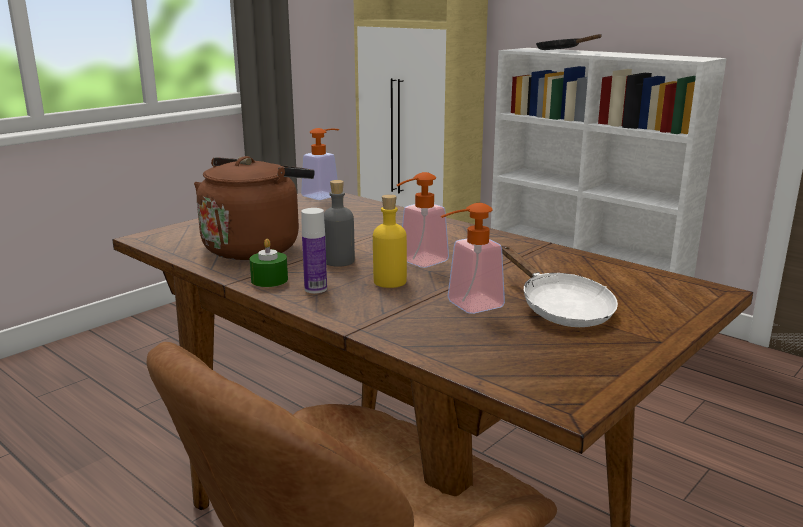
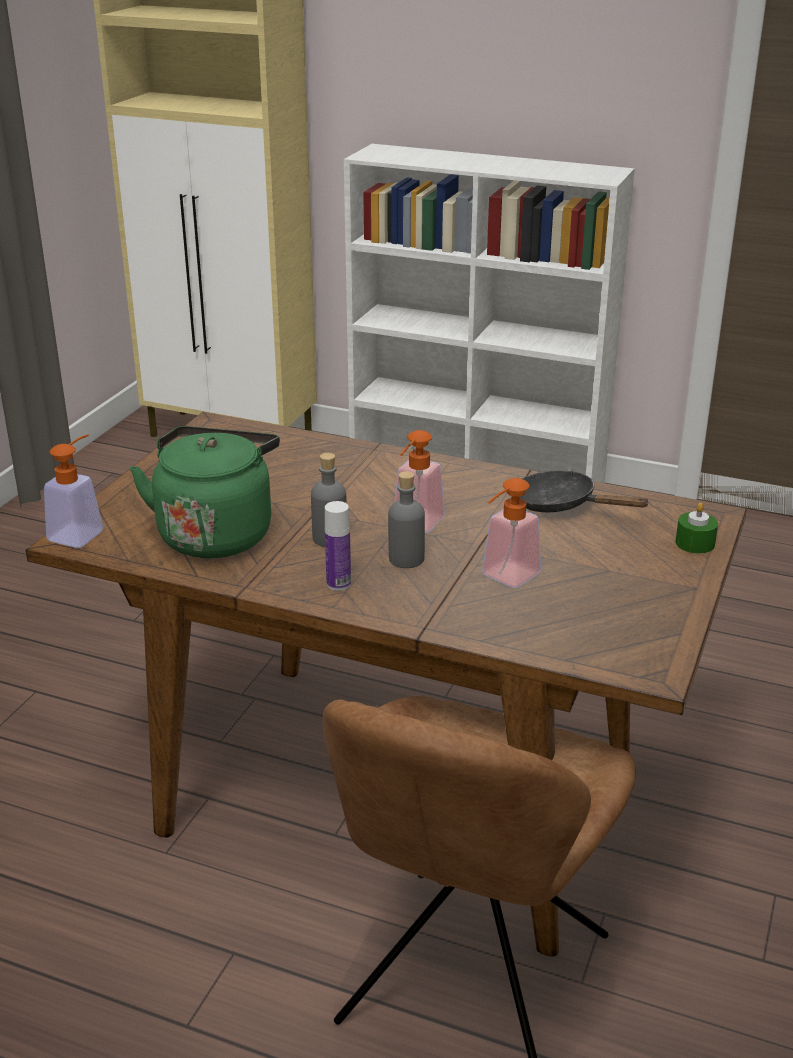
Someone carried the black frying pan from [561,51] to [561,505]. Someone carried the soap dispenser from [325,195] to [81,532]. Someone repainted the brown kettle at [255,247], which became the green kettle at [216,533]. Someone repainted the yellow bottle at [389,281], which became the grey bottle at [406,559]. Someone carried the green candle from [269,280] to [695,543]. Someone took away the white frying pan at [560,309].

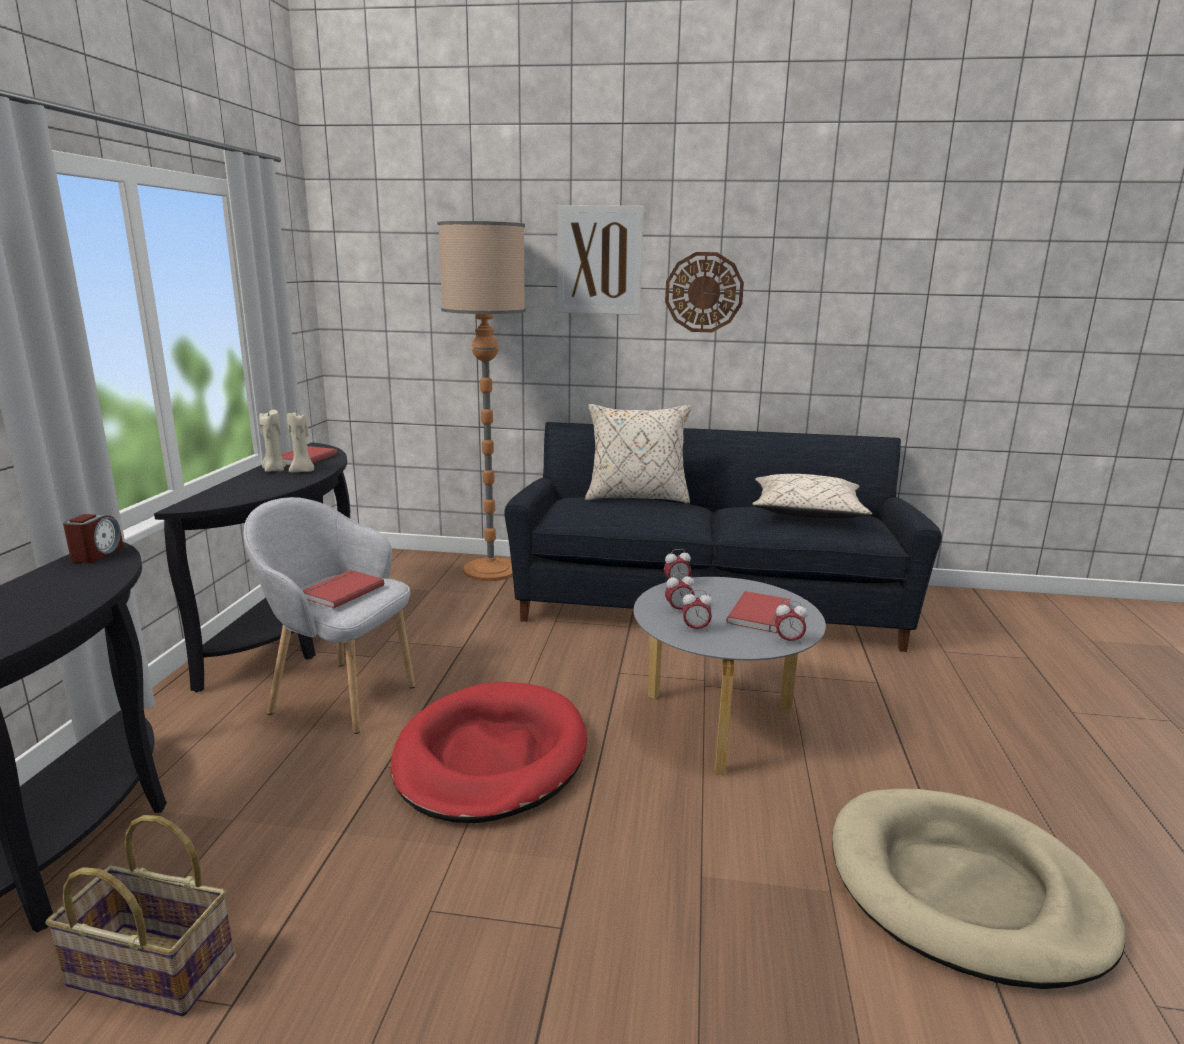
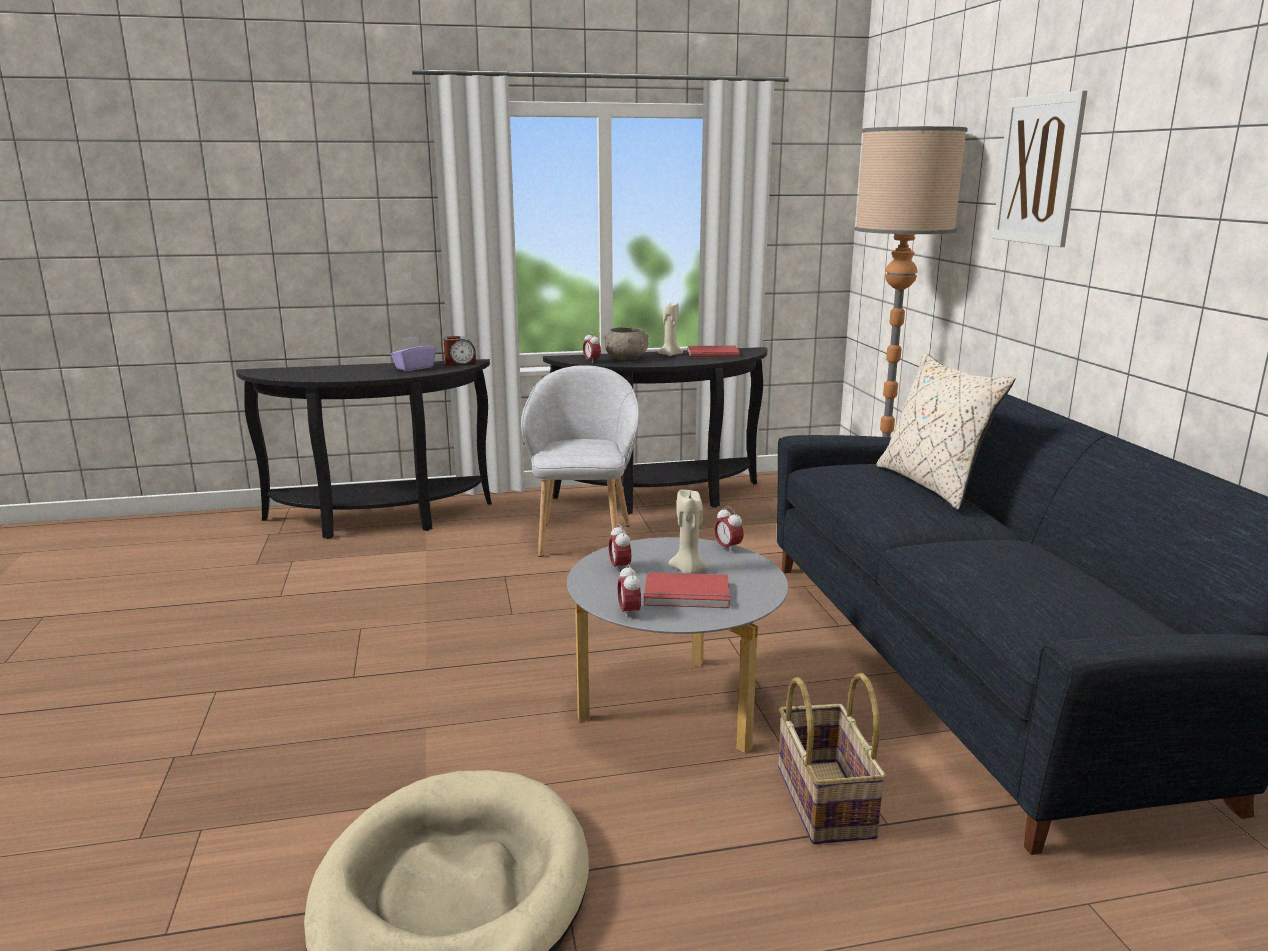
Someone took away the wall clock at [704,292]. Someone carried the beige candle from [303,471] to [688,570]. Someone took away the beige pillow at [806,512]. Someone took away the red book at [341,591]. Someone carried the alarm clock from [678,610] to [591,361]. Someone took away the red dog bed at [490,757]. Someone carried the basket from [149,972] to [822,801]. Someone put down the grey bowl at [626,359]. Someone put down the purple tissue box at [414,368].

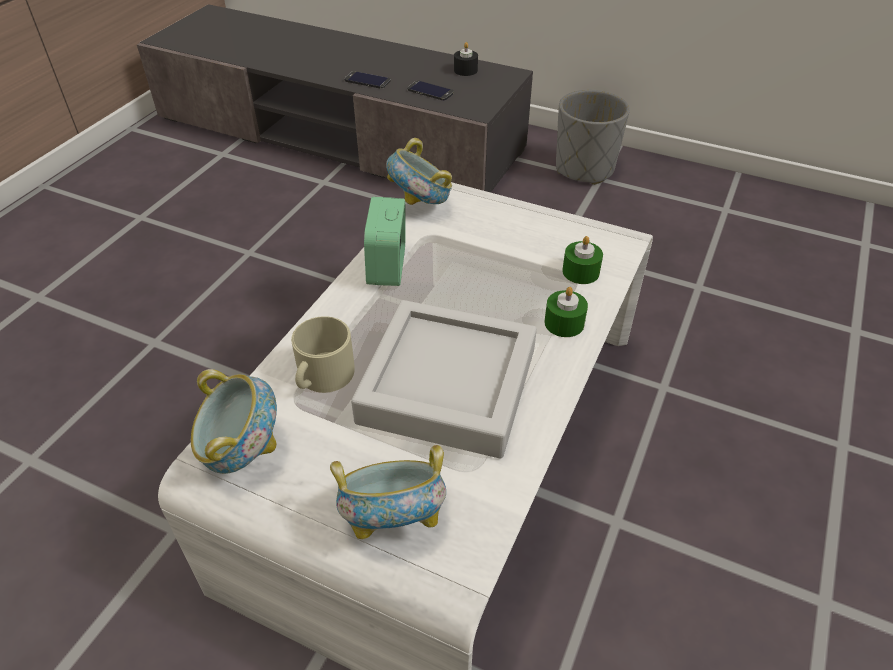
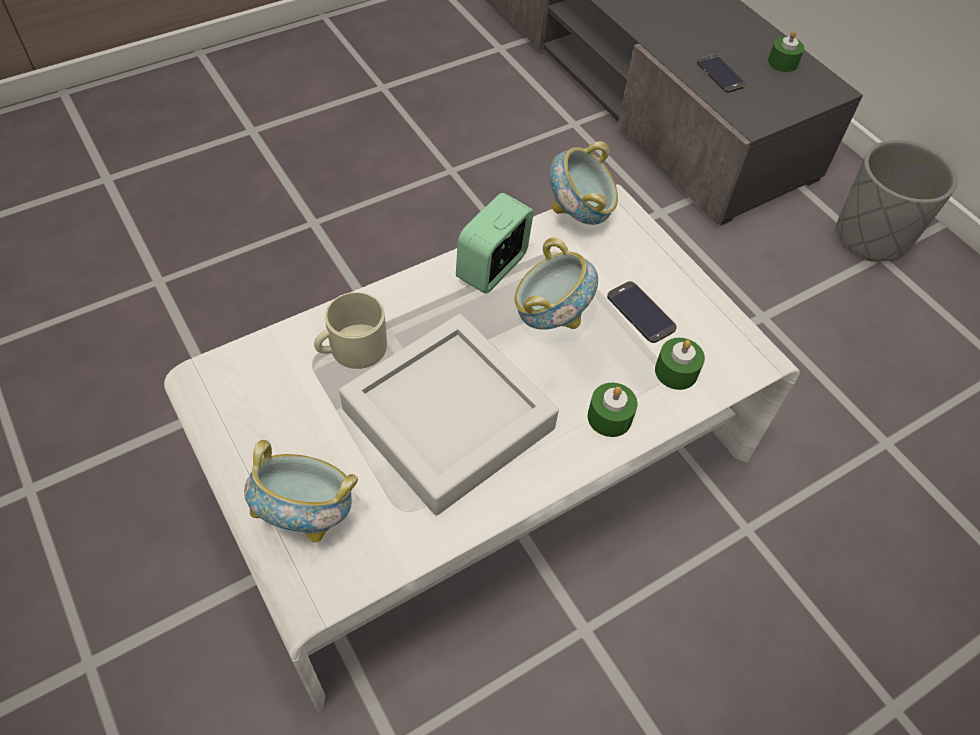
Someone repainted the black candle at [465,70], which became the green candle at [782,62]. Someone carried the phone from [367,80] to [641,312]. Someone carried the bowl from [242,451] to [550,316].

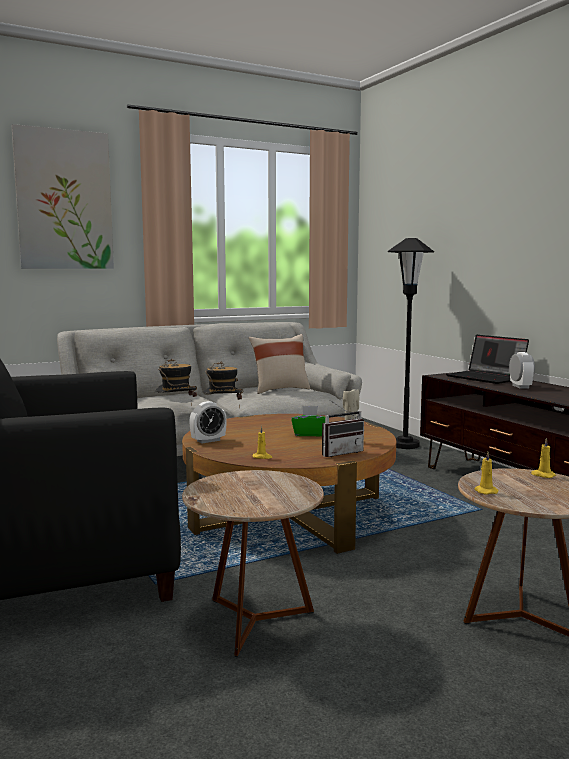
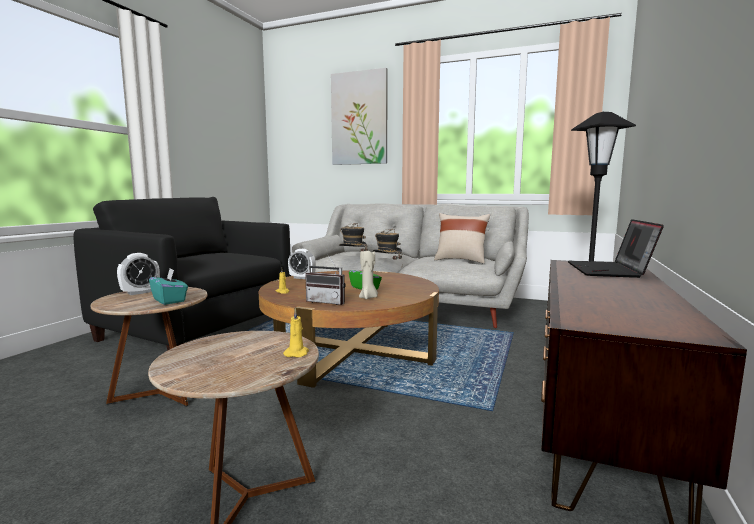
Someone carried the alarm clock from [520,386] to [140,292]. Someone took away the yellow candle at [485,491]. Someone put down the turquoise tissue box at [169,300].

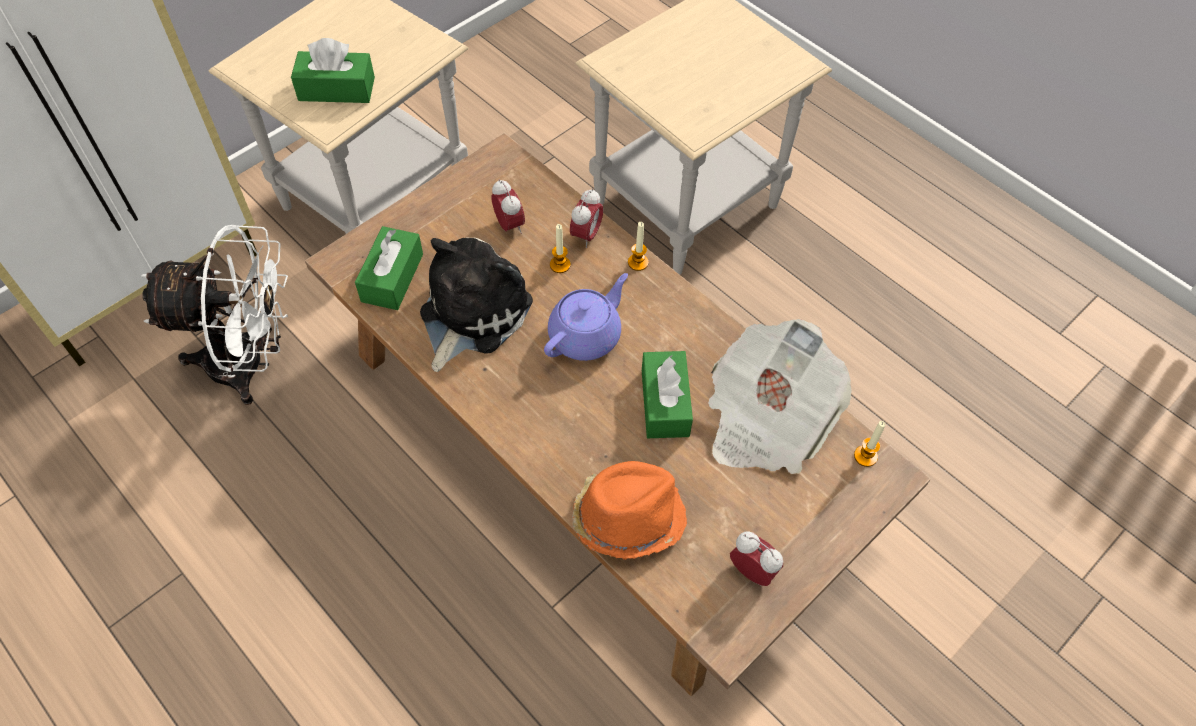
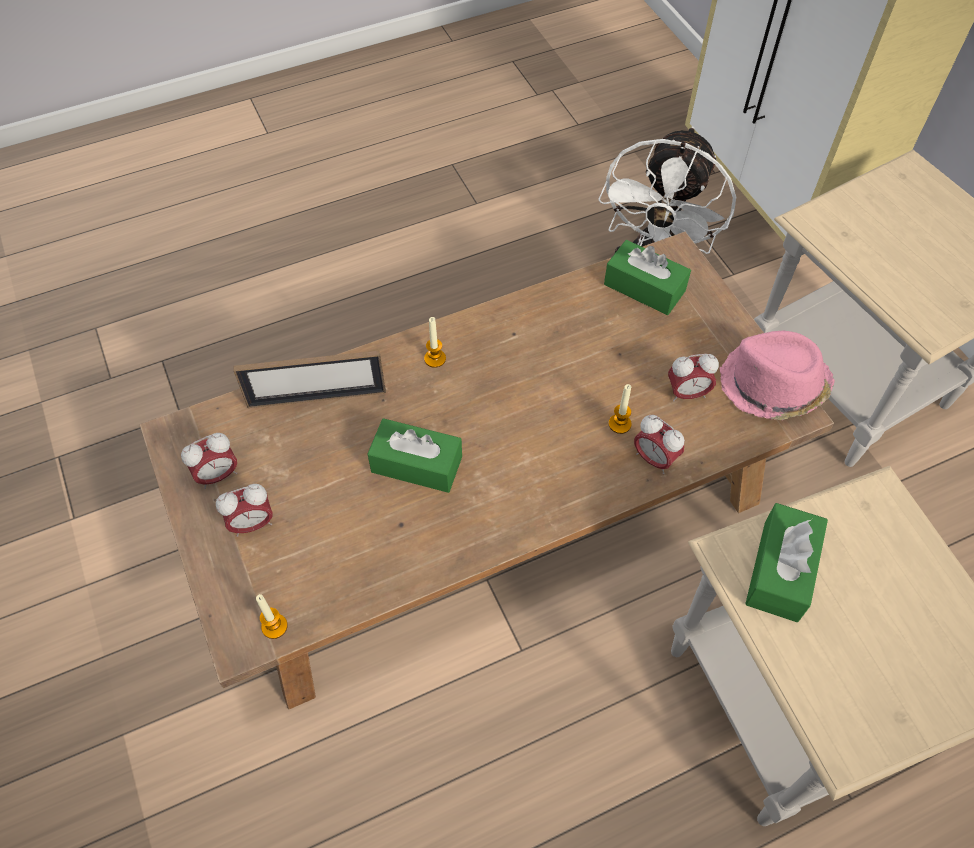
Someone carried the green tissue box from [336,89] to [780,570]. Someone carried the candle from [638,262] to [435,359]. Someone took away the plush toy at [471,313]. Someone took away the purple teapot at [586,335]. Someone took away the newspaper at [766,419]. Someone swapped the orange hat at [627,517] for the picture frame at [317,398]. Someone put down the pink hat at [772,386]. Someone put down the alarm clock at [252,524].

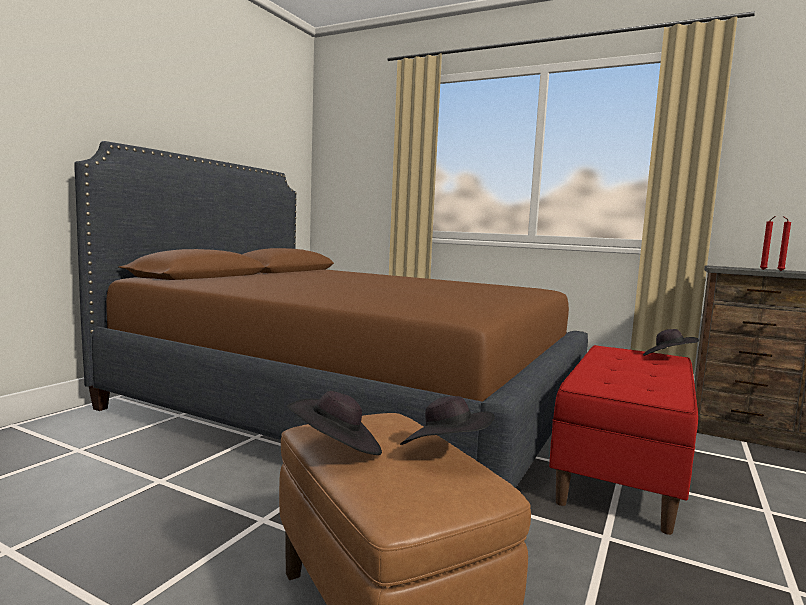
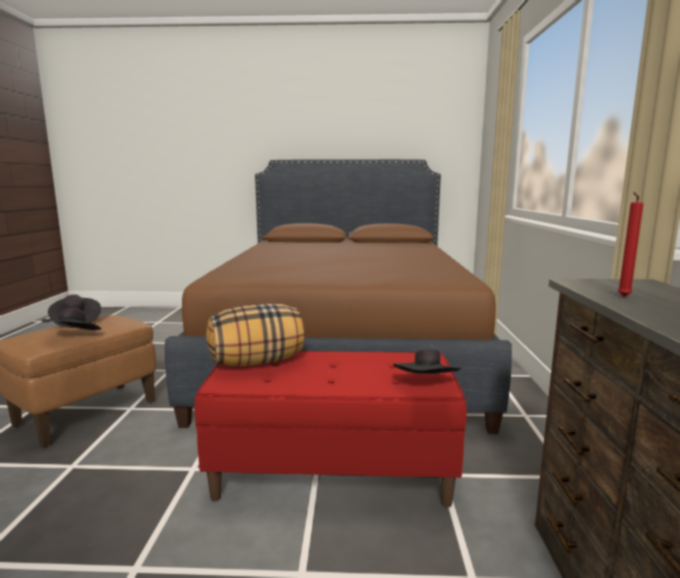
Someone took away the red candle at [779,271]. Someone put down the pillow at [257,362].

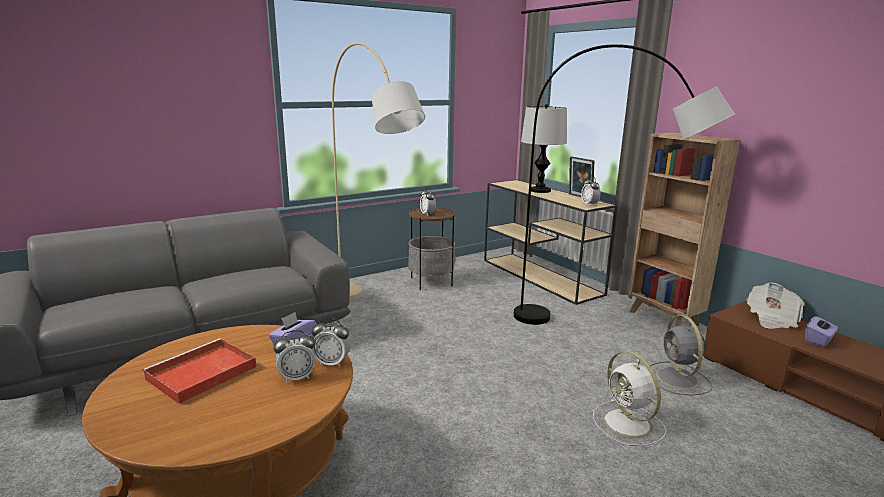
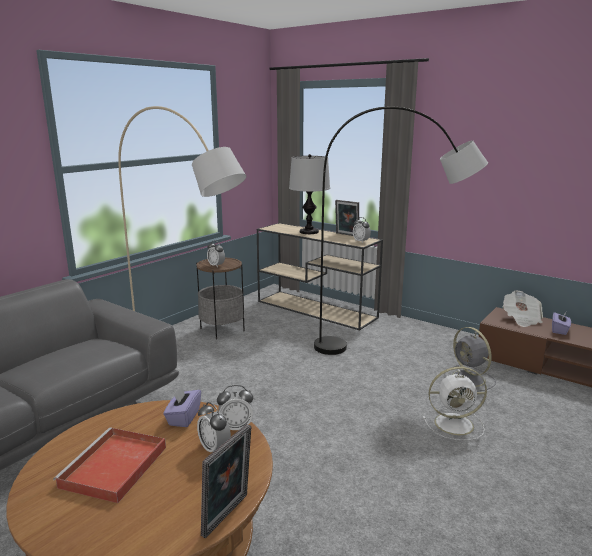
Someone took away the brown bookcase at [664,318]. Someone rotated the alarm clock at [297,377] by 90 degrees clockwise. Someone rotated the white fan at [628,424] by 45 degrees counterclockwise. Someone put down the picture frame at [228,516].

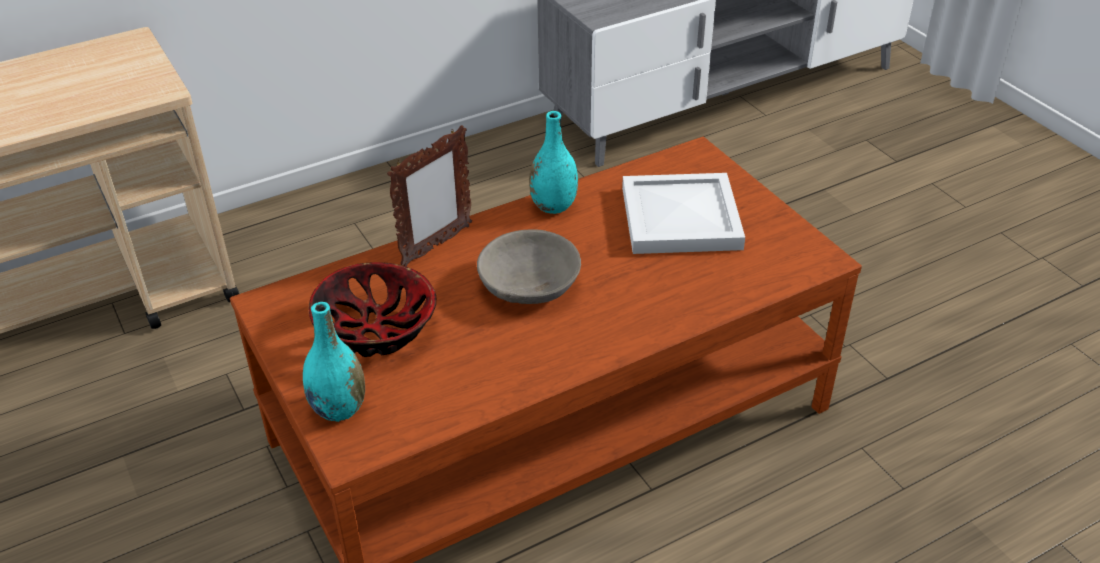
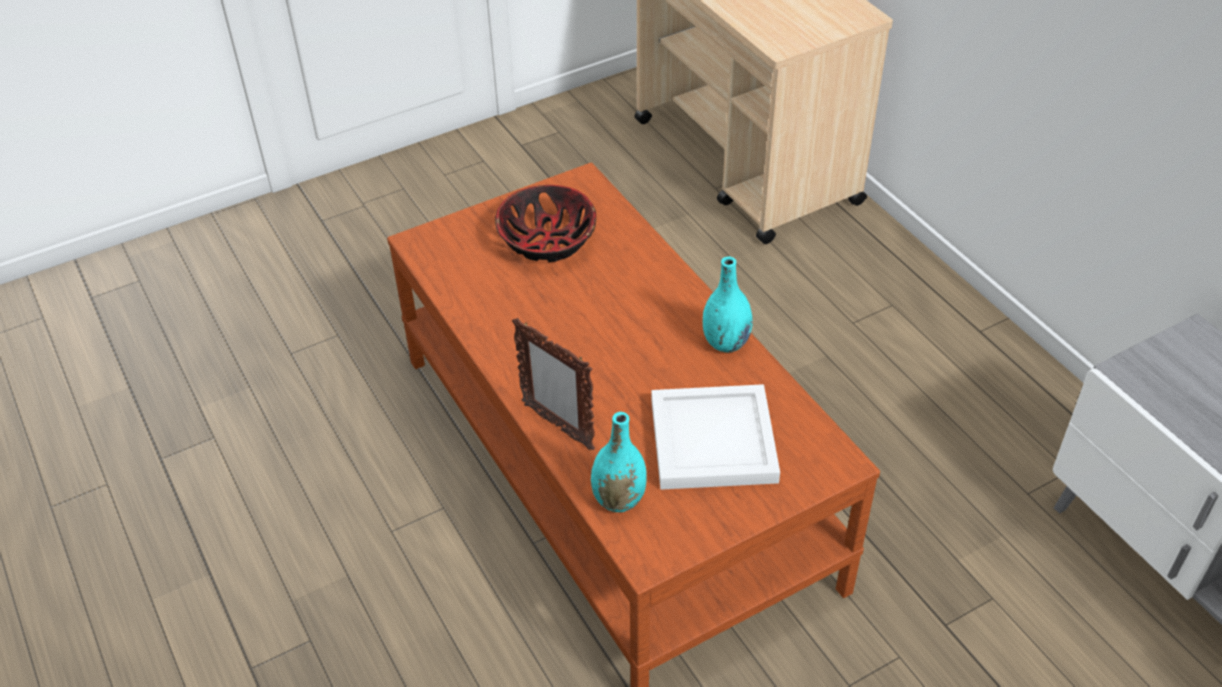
Someone carried the picture frame from [436,246] to [557,426]. Someone took away the grey bowl at [529,285]. Someone carried the turquoise vase from [339,408] to [619,499].

